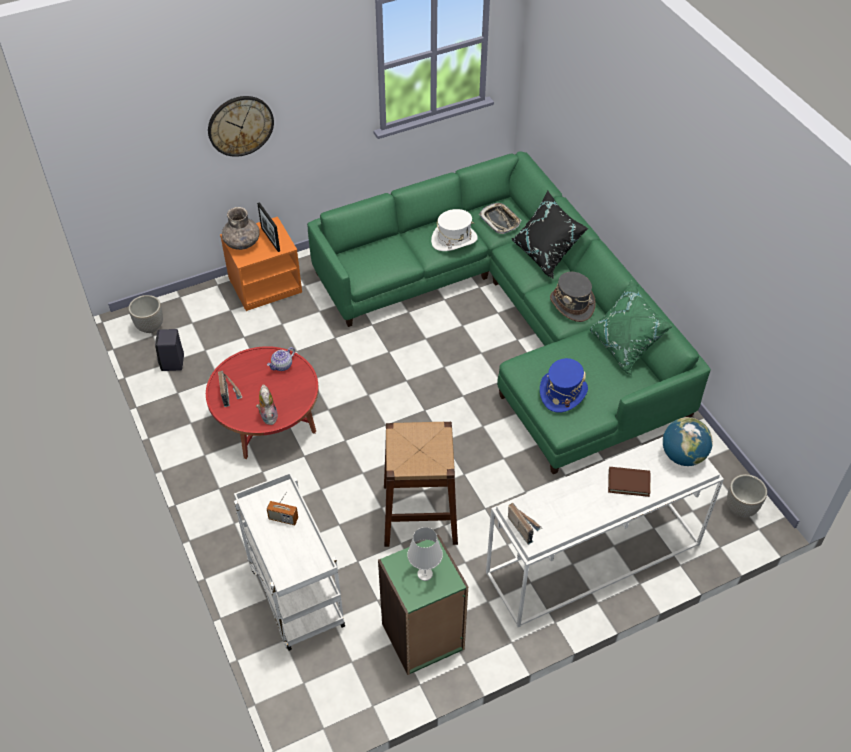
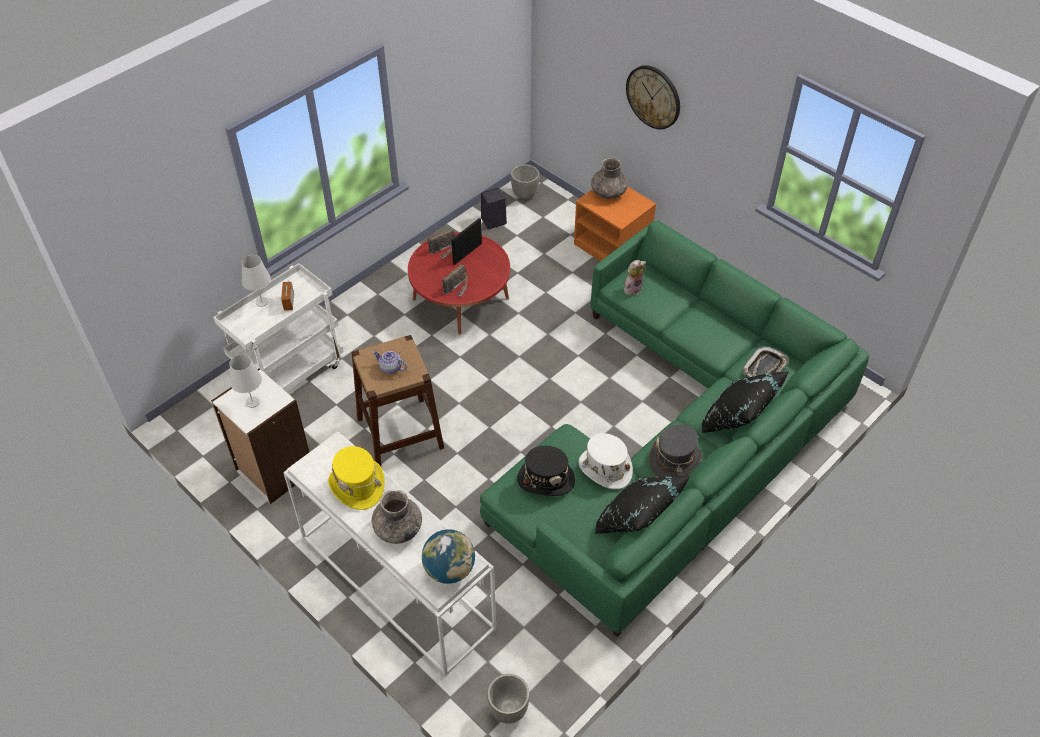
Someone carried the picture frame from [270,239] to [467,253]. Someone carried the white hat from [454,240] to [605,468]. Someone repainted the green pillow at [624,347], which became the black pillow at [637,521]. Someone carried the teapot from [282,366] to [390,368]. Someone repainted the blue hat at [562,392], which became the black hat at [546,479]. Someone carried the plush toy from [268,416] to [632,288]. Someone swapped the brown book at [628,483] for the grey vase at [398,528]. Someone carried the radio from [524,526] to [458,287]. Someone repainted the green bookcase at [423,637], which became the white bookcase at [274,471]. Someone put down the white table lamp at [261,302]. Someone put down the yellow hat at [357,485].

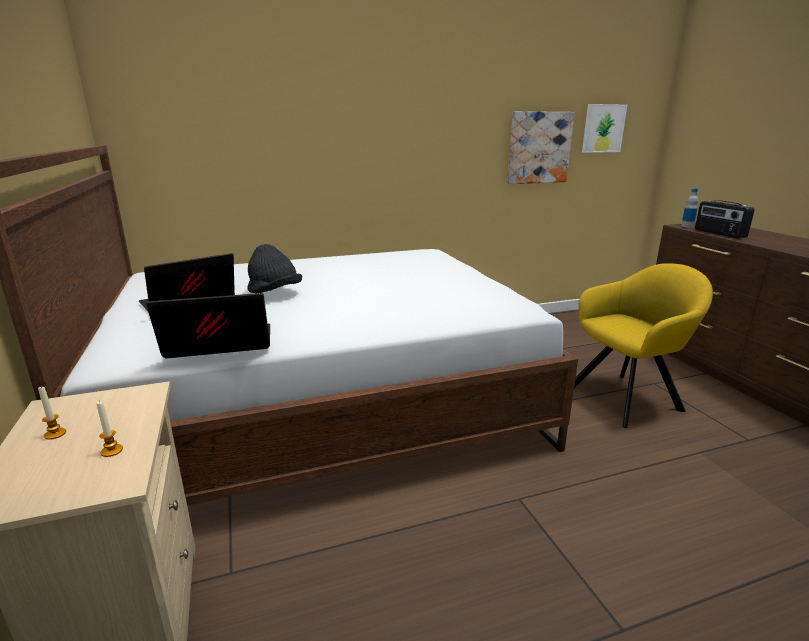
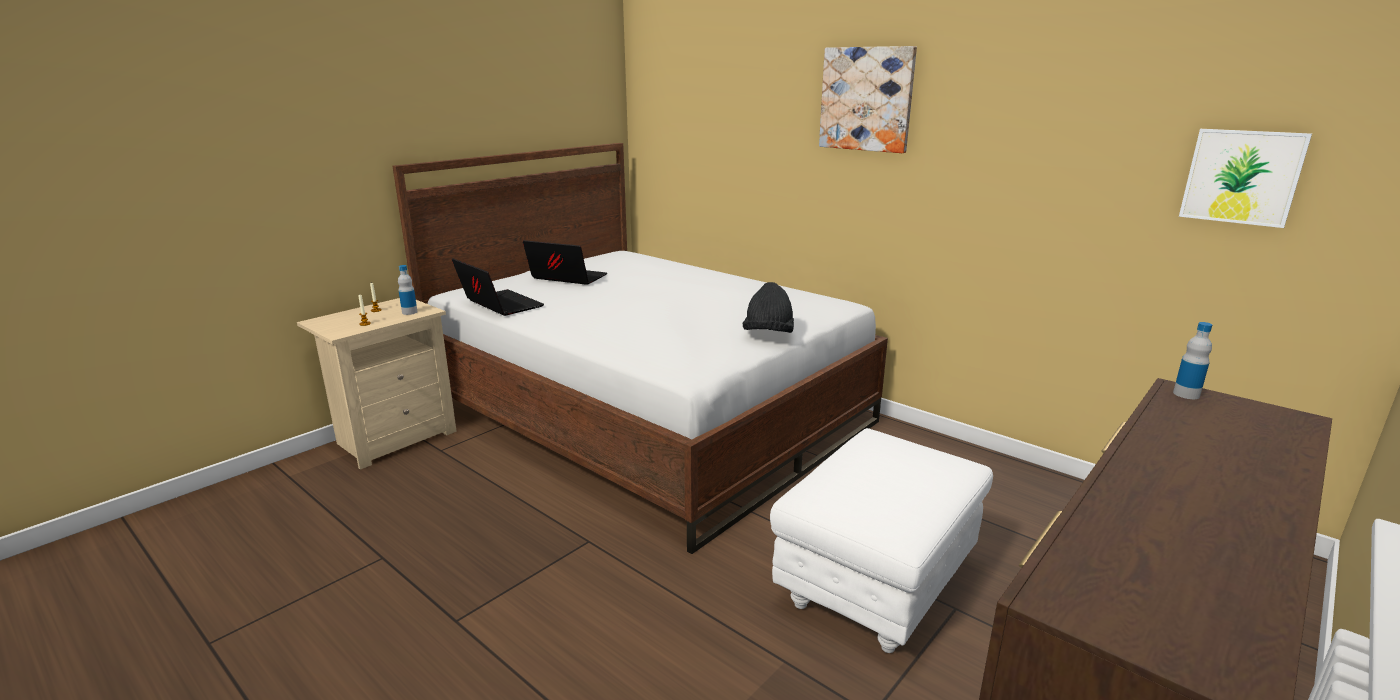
Someone carried the picture from [539,148] to [866,99]. Someone took away the radio at [719,233]. Someone carried the black hat from [274,293] to [768,335]. Someone swapped the yellow armchair at [628,397] for the white ottoman at [876,587]. Someone put down the bottle at [409,312].

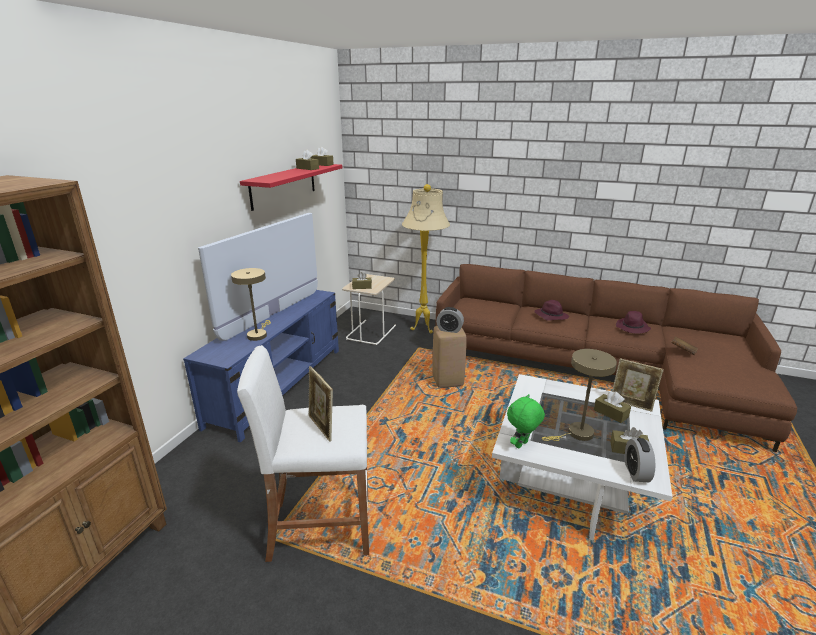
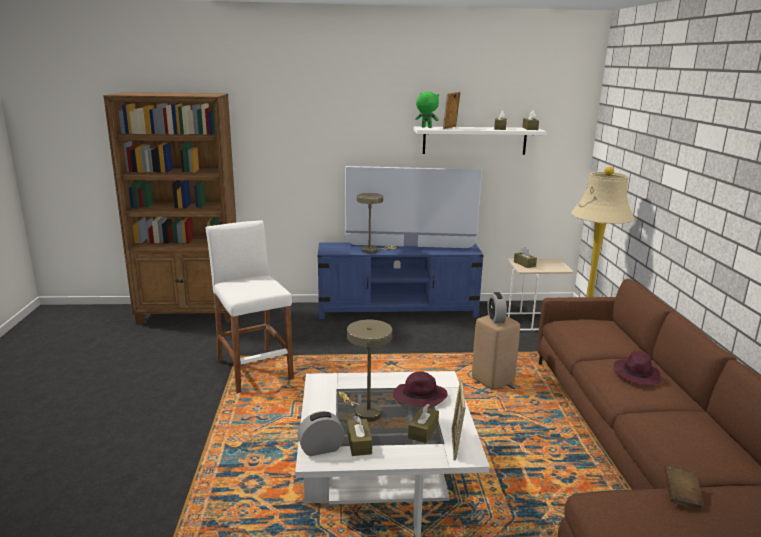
Someone repainted the red shelf at [284,185], which became the white shelf at [474,140]. Someone carried the purple hat from [632,328] to [419,398]. Someone carried the picture frame from [322,427] to [450,128]. Someone carried the green plush toy from [522,445] to [426,127].

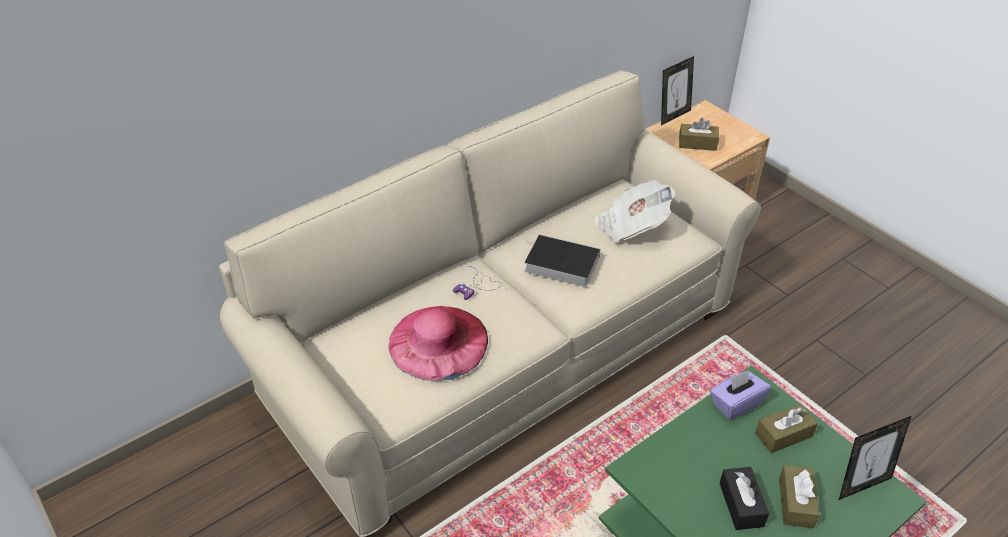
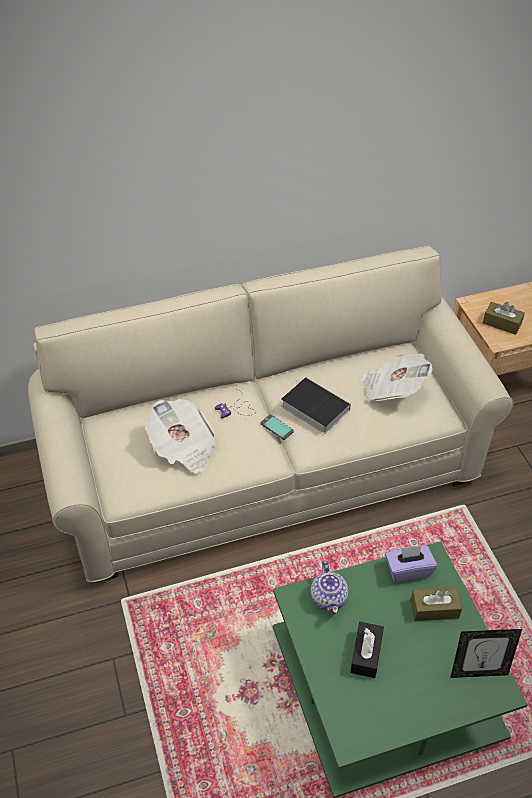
Someone took away the picture frame at [673,116]. Someone swapped the pink hat at [438,342] for the newspaper at [183,448]. Someone took away the brown tissue box at [795,502]. Someone put down the phone at [276,427]. Someone put down the teapot at [329,598].

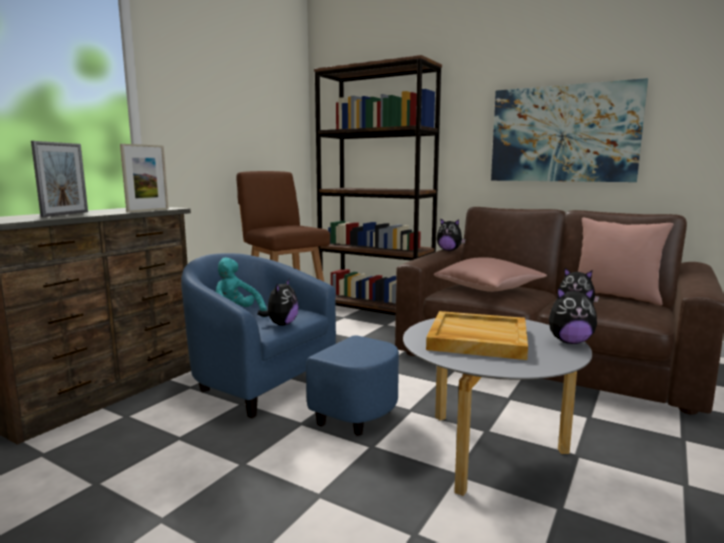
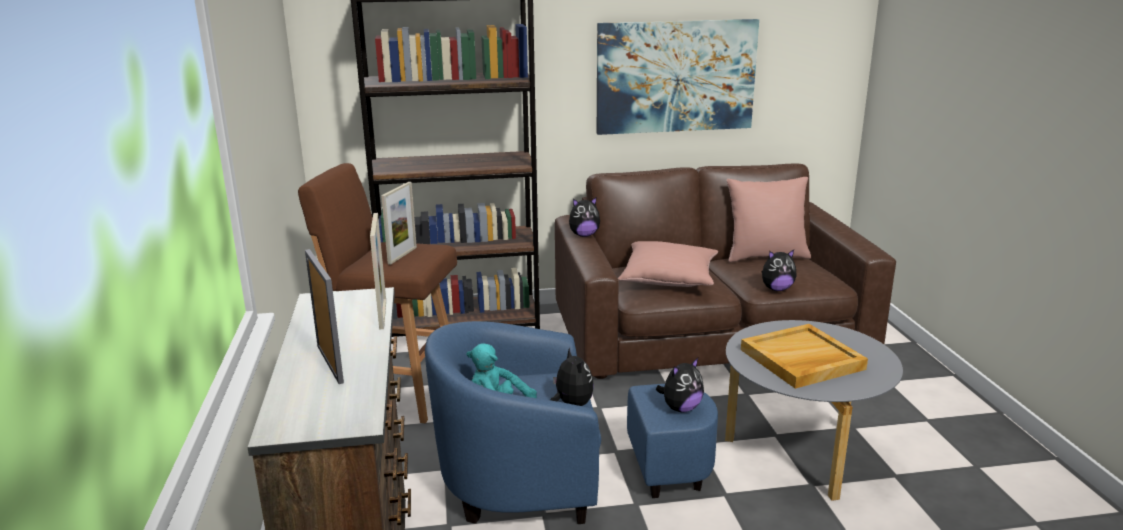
Someone carried the plush toy from [569,342] to [680,408]. Someone put down the picture frame at [402,255].

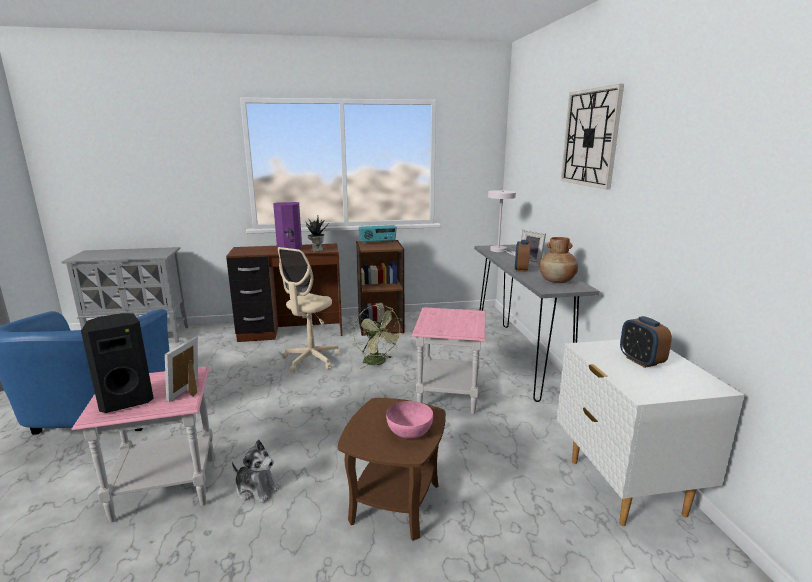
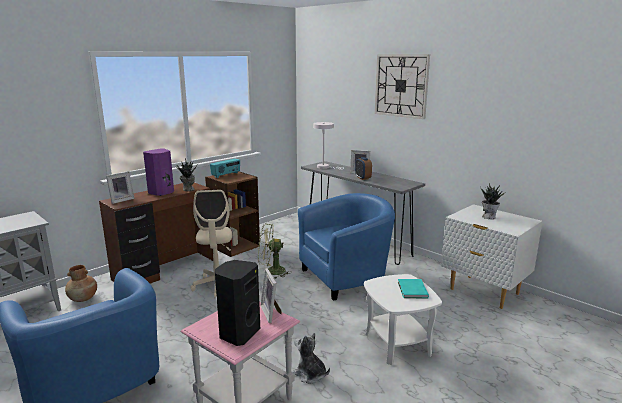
Someone carried the brown vase from [557,281] to [83,298]. Someone rotated the green fan at [378,362] by 150 degrees clockwise. Someone swapped the pink side table at [448,395] for the blue armchair at [346,277]. Someone swapped the alarm clock at [641,361] for the potted plant at [489,217]. Someone repainted the brown side table at [395,502], which became the white side table at [398,344]. Someone swapped the pink bowl at [409,431] for the turquoise book at [412,290]. Someone rotated the plush toy at [256,489] by 135 degrees counterclockwise. Someone put down the picture frame at [121,200].

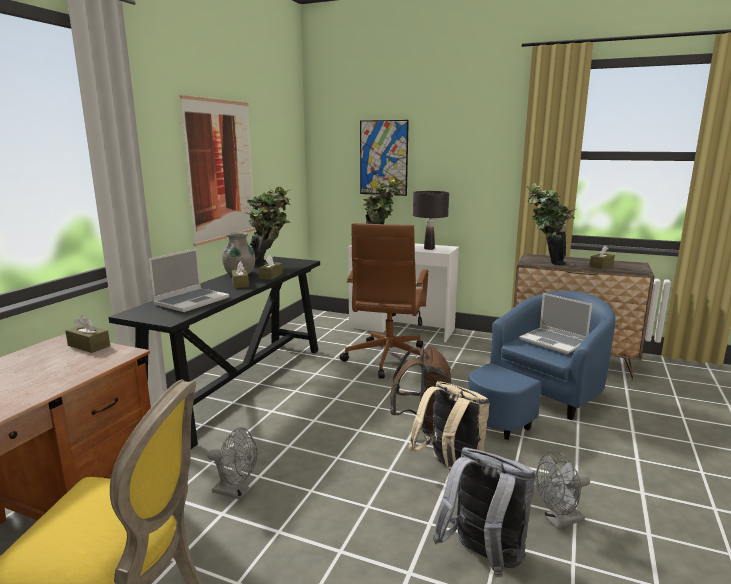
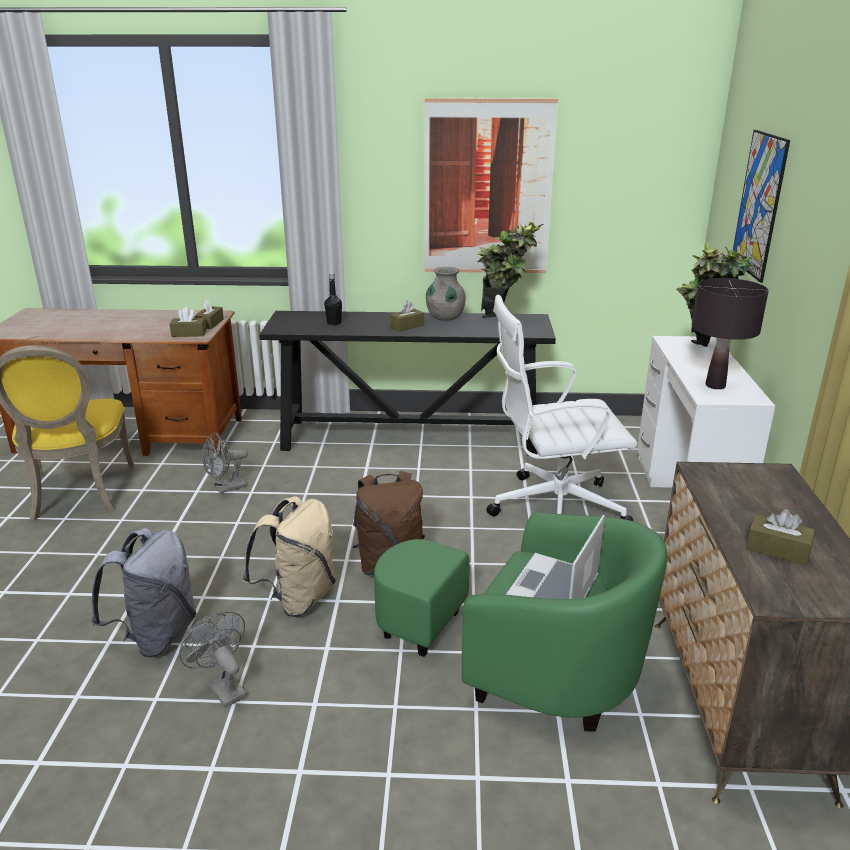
Someone took away the potted plant at [544,262]. Someone repainted the brown office chair at [388,360], which became the white office chair at [553,509]. Someone swapped the laptop at [192,301] for the black bottle at [334,323]. Someone carried the brown tissue box from [271,276] to [189,333]. Someone repainted the blue armchair at [539,401], which became the green armchair at [521,663]. Someone rotated the grey fan at [236,491] by 60 degrees clockwise.

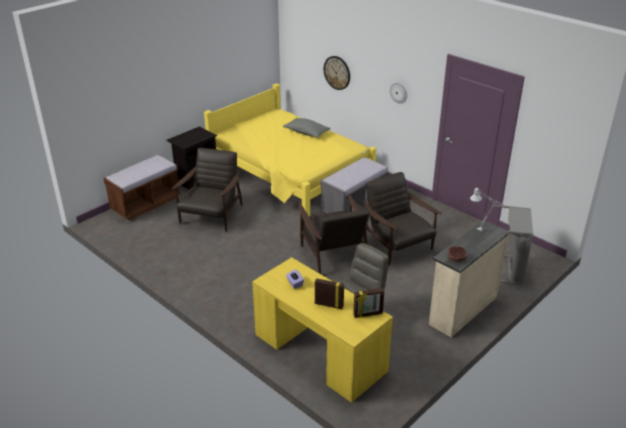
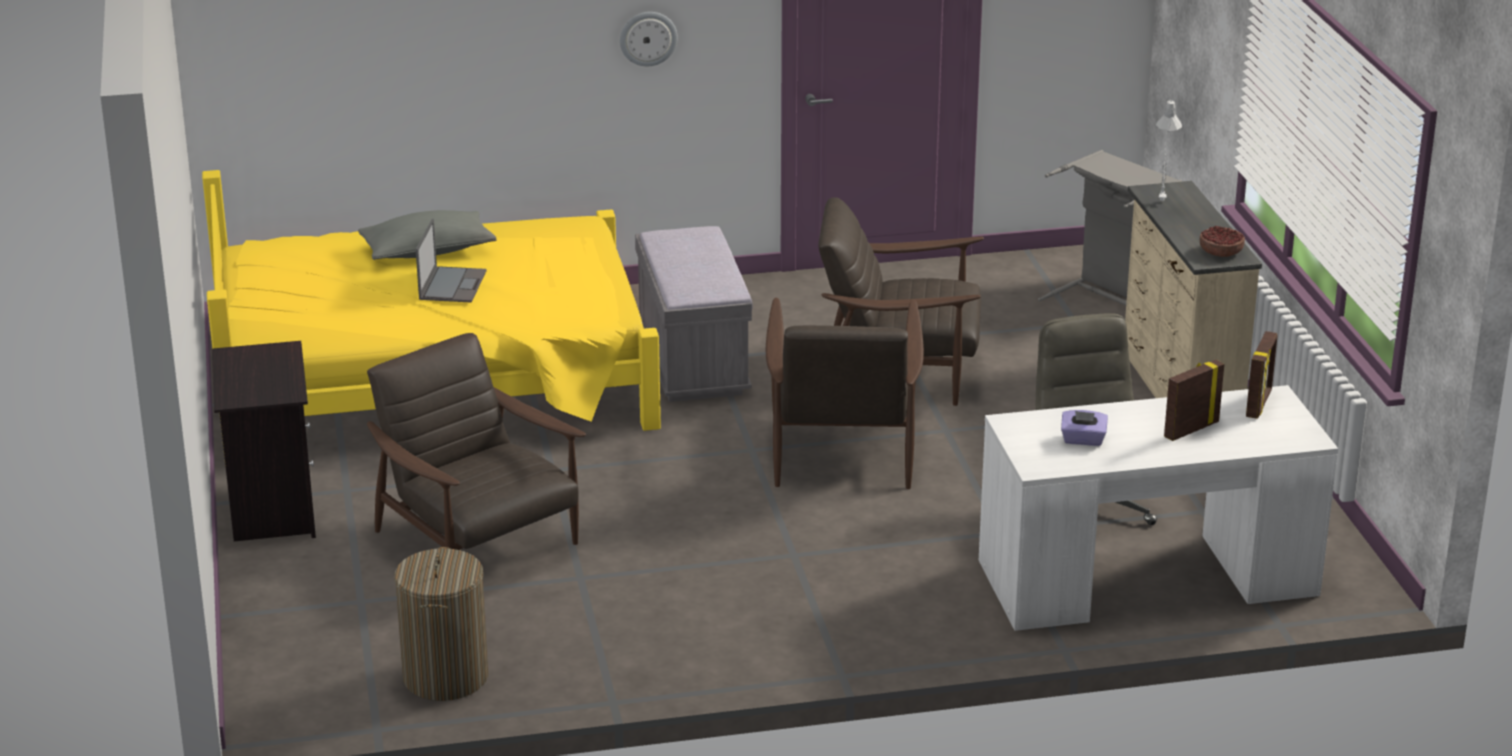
Someone took away the wall clock at [337,72]. Someone took away the brown bench at [145,204]. Someone rotated the brown armchair at [333,254] by 75 degrees clockwise. Someone repainted the yellow desk at [320,352], which became the white desk at [1146,577]. Someone put down the laptop at [452,284]. Someone put down the laundry basket at [445,677].

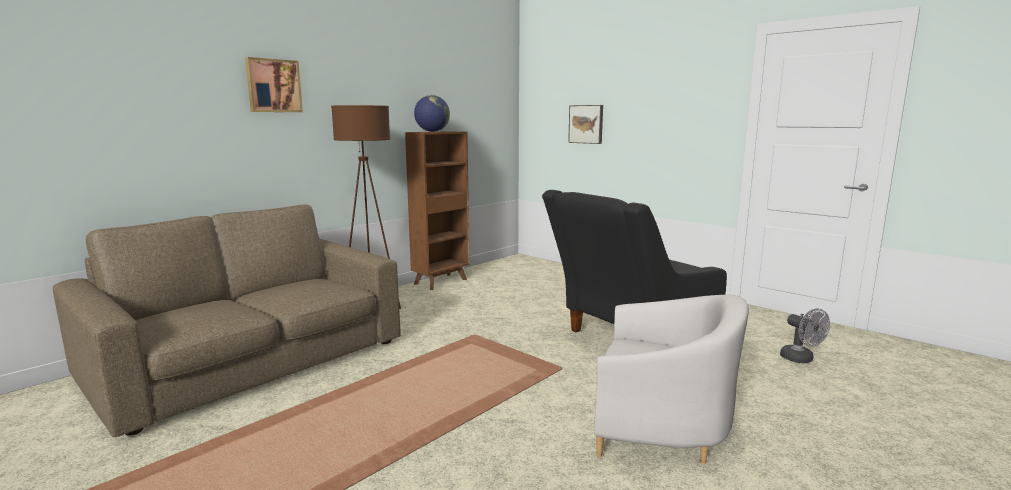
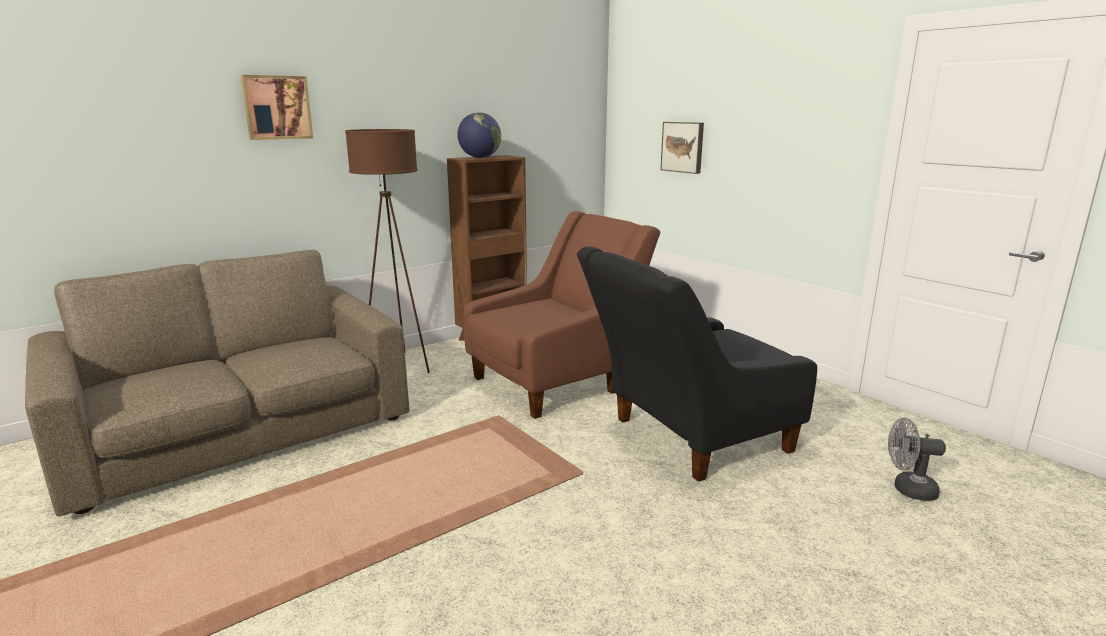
Someone took away the white armchair at [659,429]. Someone rotated the grey fan at [801,359] by 120 degrees clockwise. Someone put down the brown armchair at [556,381].

